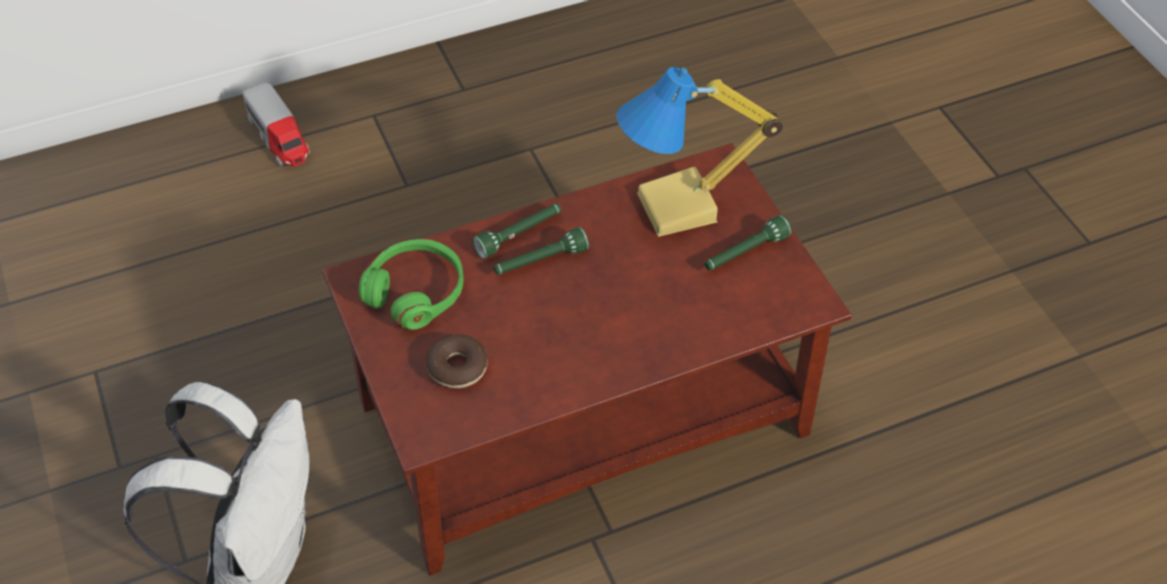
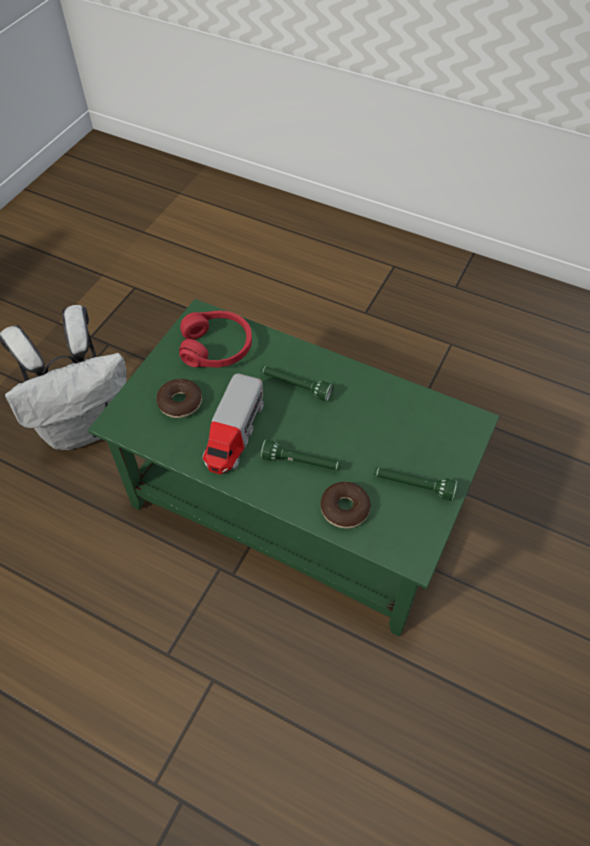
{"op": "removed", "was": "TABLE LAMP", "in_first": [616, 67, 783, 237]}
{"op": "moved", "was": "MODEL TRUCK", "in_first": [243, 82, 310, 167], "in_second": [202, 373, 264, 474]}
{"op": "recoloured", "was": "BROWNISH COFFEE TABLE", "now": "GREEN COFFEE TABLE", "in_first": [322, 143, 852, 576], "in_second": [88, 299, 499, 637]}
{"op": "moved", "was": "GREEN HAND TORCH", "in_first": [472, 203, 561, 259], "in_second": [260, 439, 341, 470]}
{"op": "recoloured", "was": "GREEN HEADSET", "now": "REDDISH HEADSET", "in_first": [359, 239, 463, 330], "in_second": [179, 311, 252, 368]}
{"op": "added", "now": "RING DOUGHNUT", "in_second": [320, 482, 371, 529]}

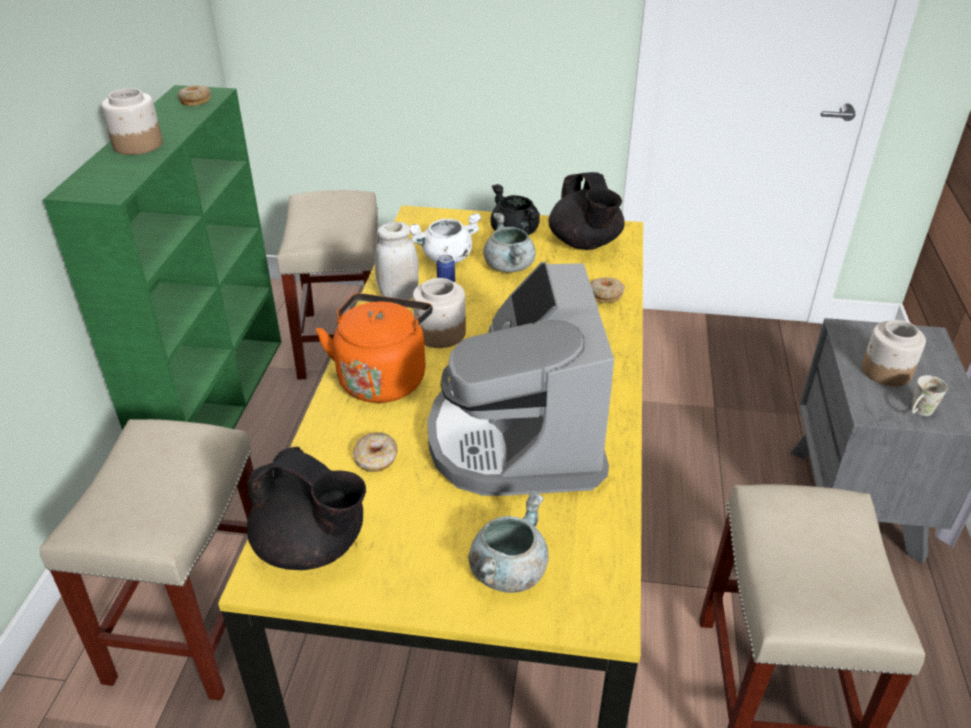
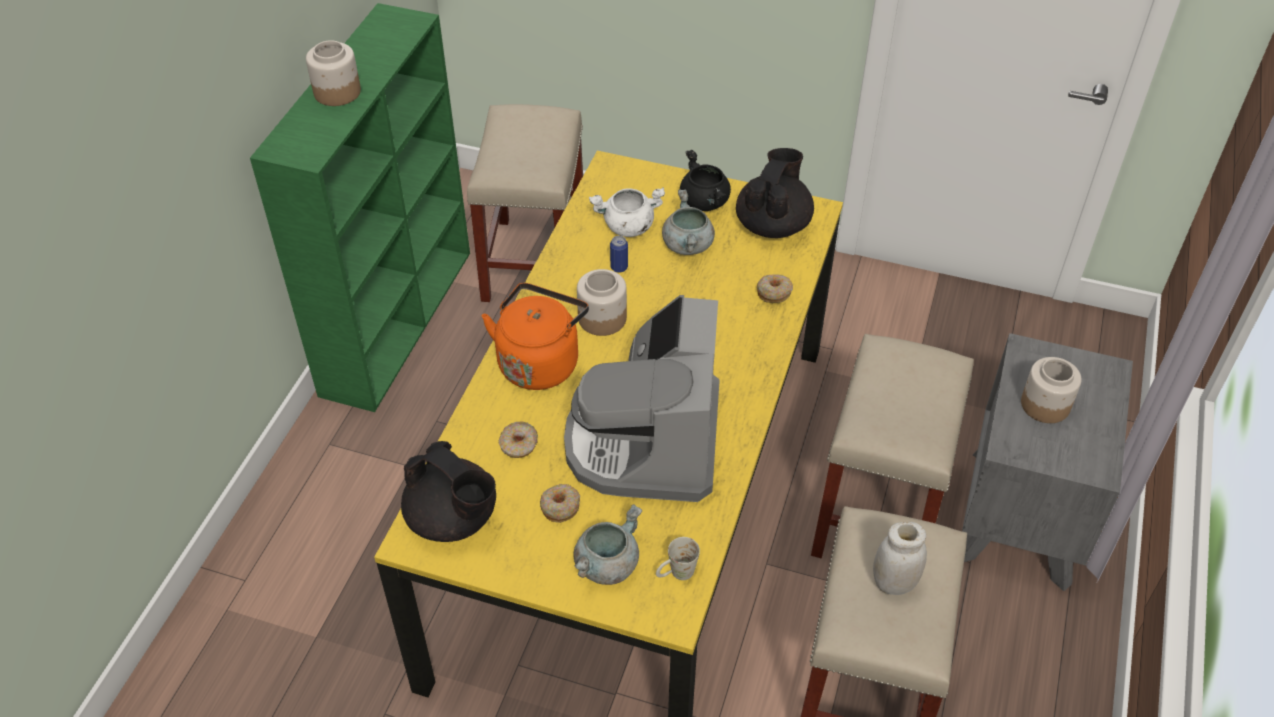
{"op": "moved", "was": "RING DOUGHNUT", "in_first": [178, 85, 211, 106], "in_second": [540, 484, 580, 523]}
{"op": "turned", "was": "BLACK-COLOURED TEA POT", "in_first": [549, 172, 625, 250], "in_second": [736, 148, 814, 238], "clockwise": -150}
{"op": "moved", "was": "WHITE JAR", "in_first": [375, 222, 419, 300], "in_second": [873, 522, 927, 595]}
{"op": "moved", "was": "WHITE MUG", "in_first": [911, 375, 948, 416], "in_second": [656, 537, 700, 580]}
{"op": "moved", "was": "SAND-COLOURED STOOL", "in_first": [40, 419, 253, 701], "in_second": [811, 334, 974, 558]}

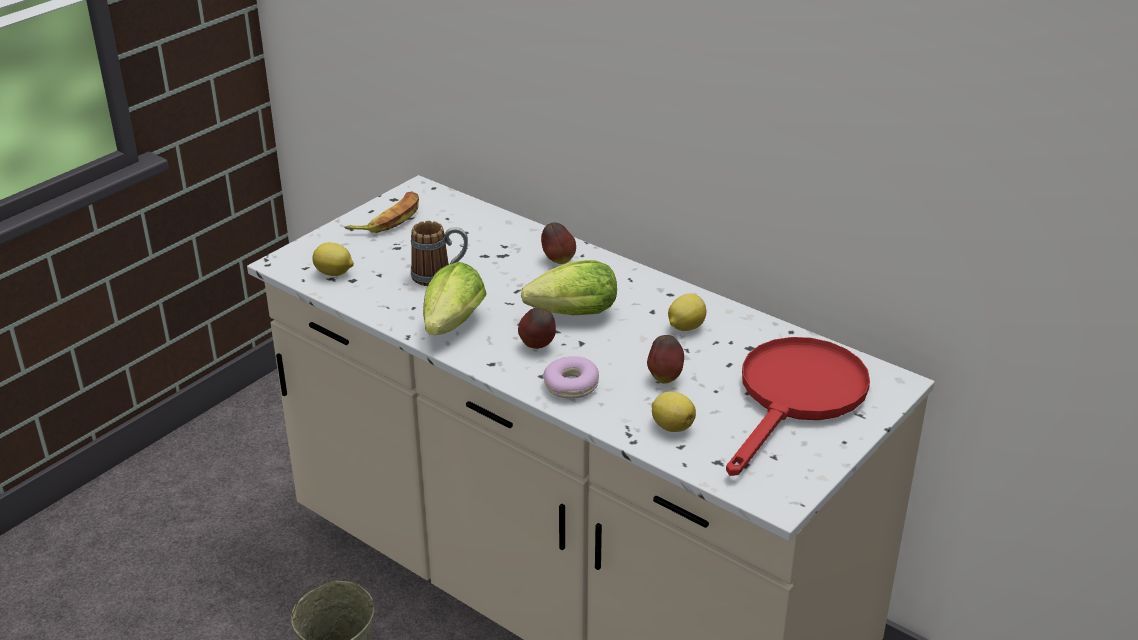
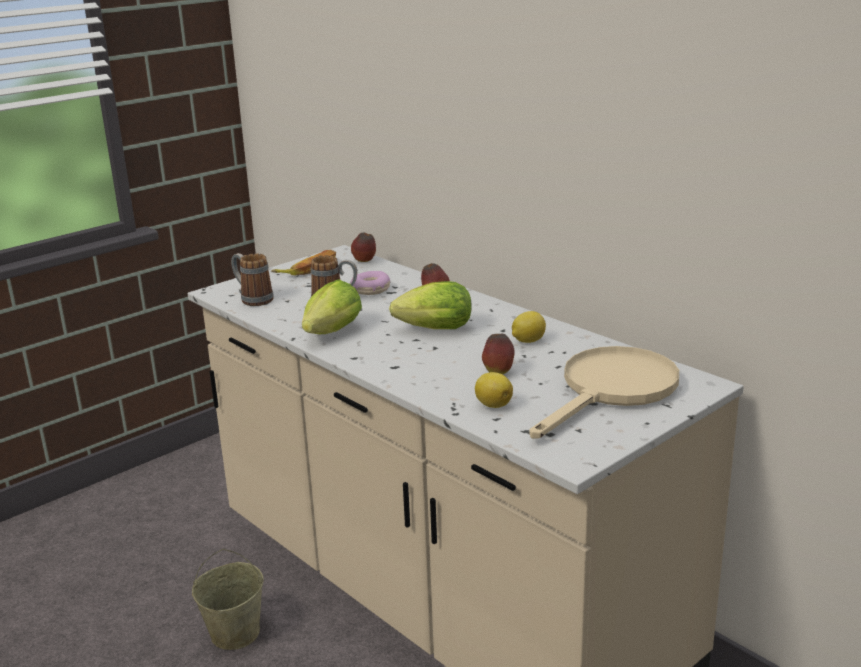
{"op": "replaced", "was": "LEMON", "now": "MUG", "in_first": [313, 242, 354, 276], "in_second": [231, 253, 274, 306]}
{"op": "moved", "was": "APPLE", "in_first": [518, 308, 556, 349], "in_second": [351, 232, 376, 262]}
{"op": "recoloured", "was": "REDDISH SKILLET", "now": "SAND-COLOURED SKILLET", "in_first": [726, 337, 870, 476], "in_second": [529, 346, 679, 439]}
{"op": "moved", "was": "RING DOUGHNUT", "in_first": [543, 356, 599, 399], "in_second": [350, 271, 390, 295]}

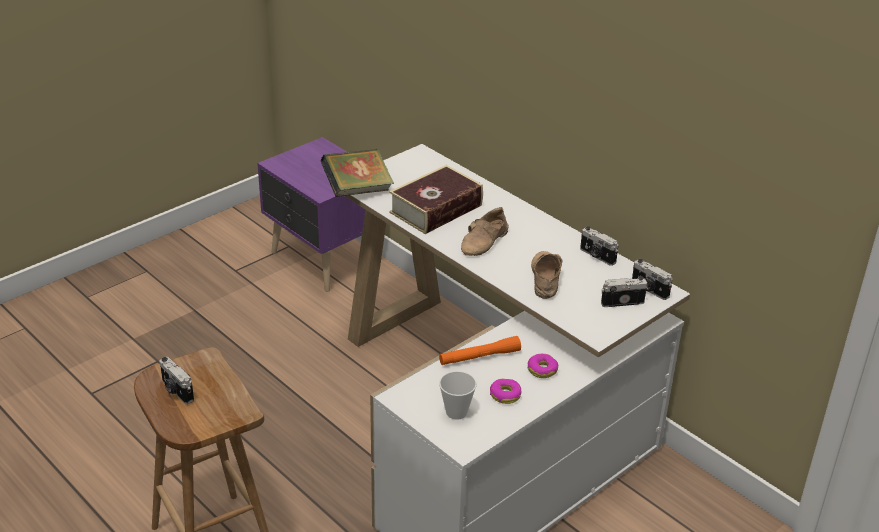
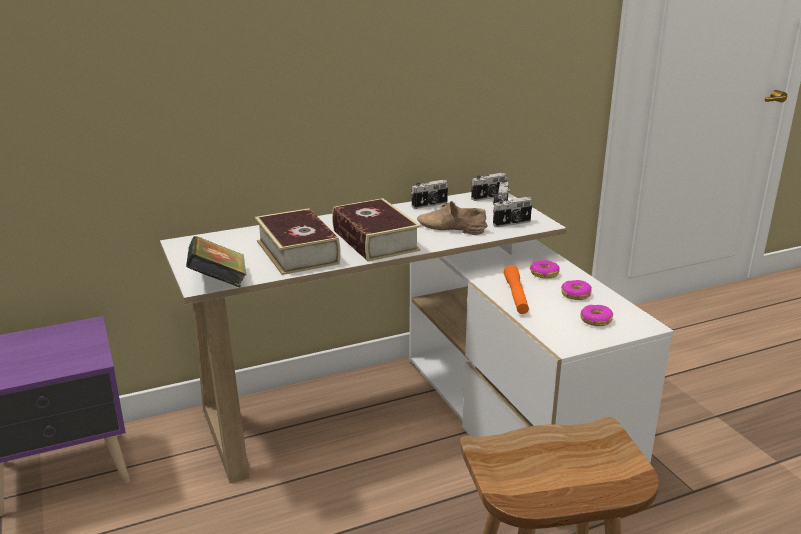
{"op": "replaced", "was": "SAND-COLOURED SHOE", "now": "BOUND BOOK", "in_first": [461, 207, 509, 256], "in_second": [332, 198, 421, 262]}
{"op": "moved", "was": "PHOTO CAMERA", "in_first": [159, 357, 194, 404], "in_second": [493, 197, 533, 227]}
{"op": "replaced", "was": "DRINKING CUP", "now": "RING DOUGHNUT", "in_first": [439, 371, 477, 420], "in_second": [580, 305, 613, 326]}

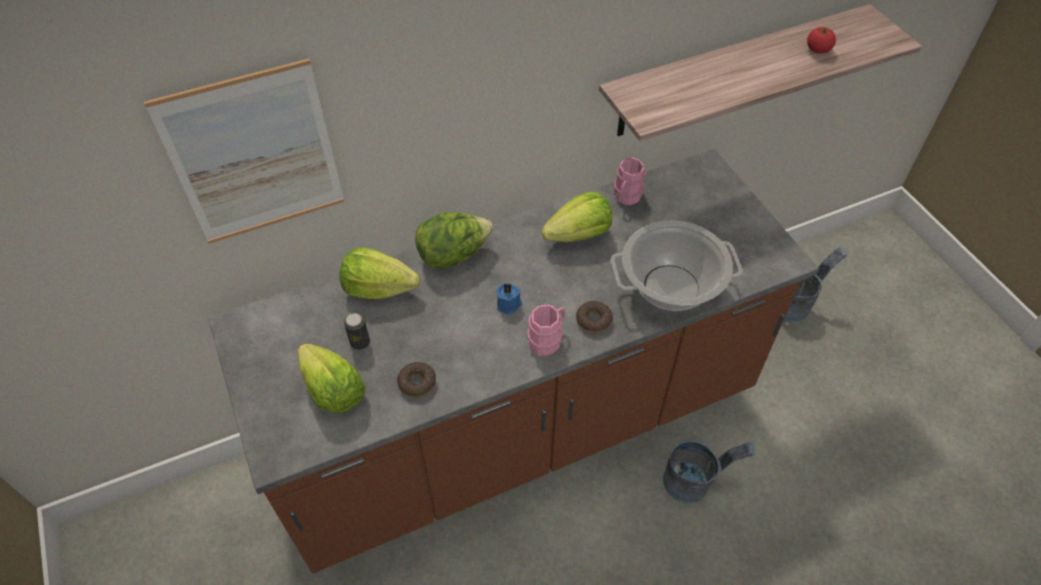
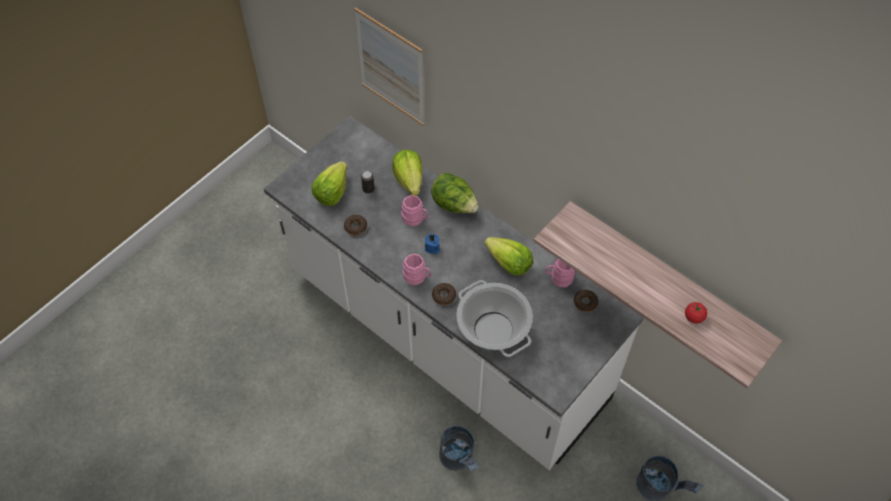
{"op": "recoloured", "was": "BROWNISH KITCHEN BASE UNIT", "now": "WHITE KITCHEN BASE UNIT", "in_first": [208, 149, 819, 574], "in_second": [264, 116, 643, 470]}
{"op": "added", "now": "PINK-COLOURED MUG", "in_second": [401, 195, 429, 226]}
{"op": "added", "now": "RING DOUGHNUT", "in_second": [574, 290, 598, 312]}

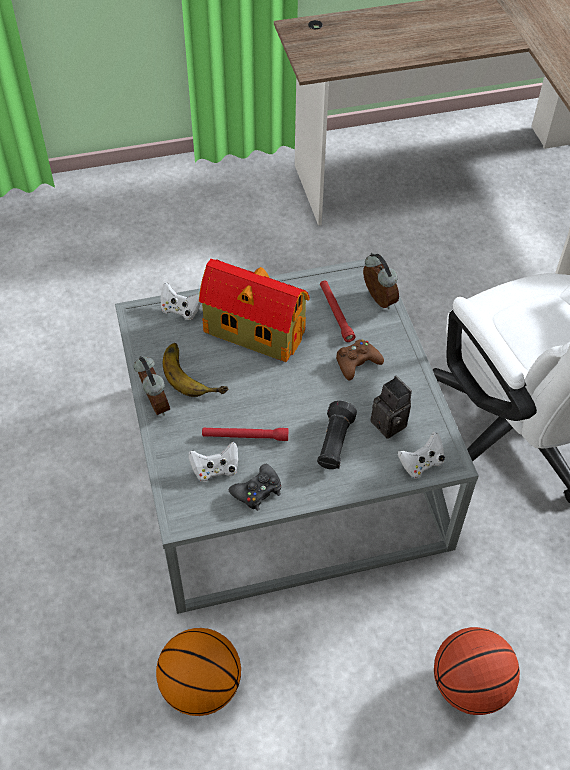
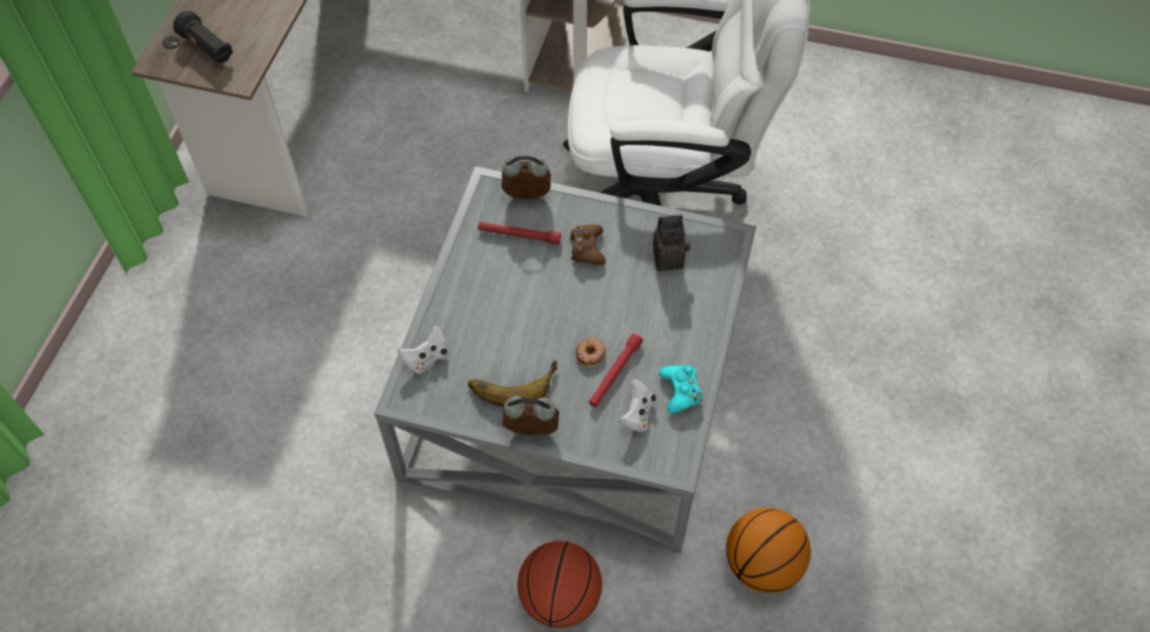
{"op": "removed", "was": "MINIATURE HOUSE", "in_first": [199, 259, 310, 362]}
{"op": "moved", "was": "BLACK-COLOURED HAND TORCH", "in_first": [317, 400, 357, 469], "in_second": [173, 10, 233, 63]}
{"op": "removed", "was": "WHITE JOYPAD", "in_first": [397, 432, 445, 478]}
{"op": "recoloured", "was": "BLACK-COLOURED JOYPAD", "now": "TURQUOISE-COLOURED JOYPAD", "in_first": [229, 464, 281, 511], "in_second": [659, 366, 702, 413]}
{"op": "moved", "was": "BASKETBALL", "in_first": [434, 627, 520, 715], "in_second": [517, 541, 602, 628]}
{"op": "added", "now": "RING DOUGHNUT", "in_second": [575, 338, 606, 367]}

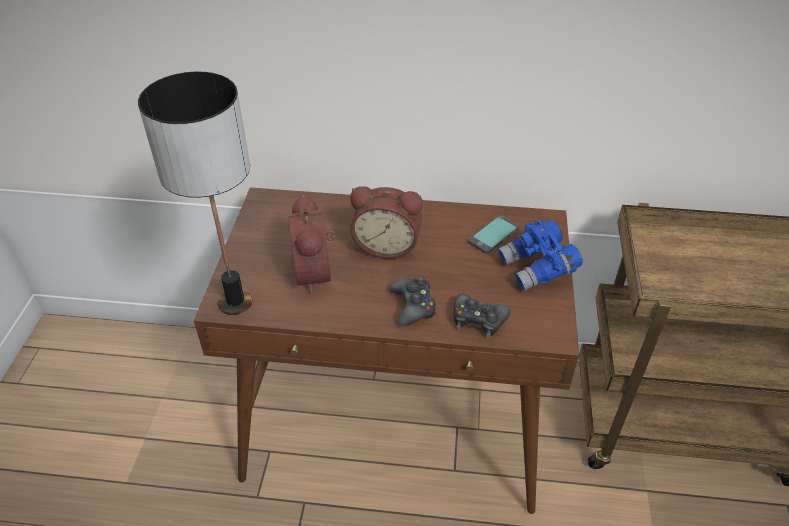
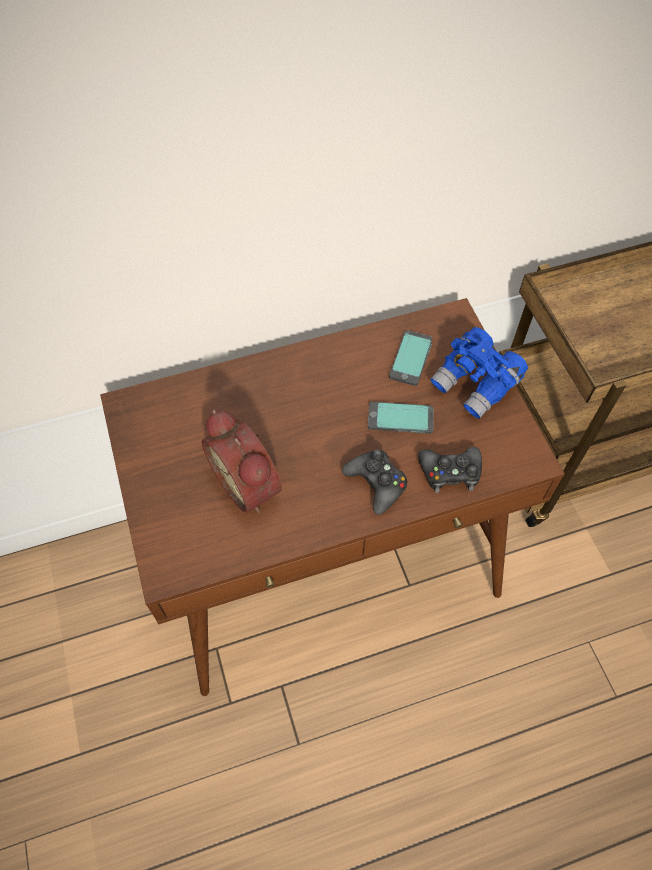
{"op": "removed", "was": "TABLE LAMP", "in_first": [138, 72, 252, 315]}
{"op": "removed", "was": "TABLE CLOCK", "in_first": [350, 186, 423, 259]}
{"op": "added", "now": "HANDSET", "in_second": [368, 402, 433, 434]}

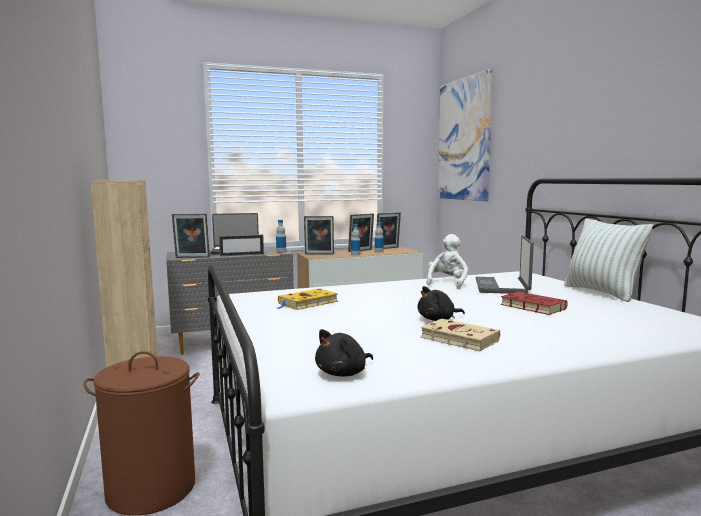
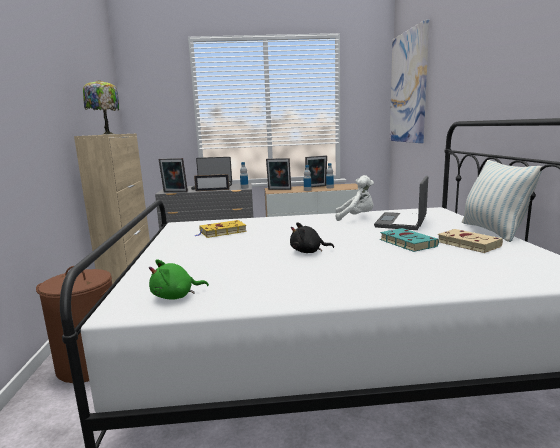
{"op": "removed", "was": "PHOTO FRAME", "in_first": [376, 212, 401, 249]}
{"op": "turned", "was": "WHITE SOFT TOY", "in_first": [426, 234, 468, 289], "in_second": [335, 175, 374, 221], "clockwise": 60}
{"op": "recoloured", "was": "REDDISH BOUND BOOK", "now": "TURQUOISE-COLOURED BOUND BOOK", "in_first": [501, 292, 568, 315], "in_second": [380, 228, 439, 252]}
{"op": "moved", "was": "SAND-COLOURED BOUND BOOK", "in_first": [420, 319, 500, 351], "in_second": [437, 229, 503, 253]}
{"op": "recoloured", "was": "BLACK-COLOURED SOFT TOY", "now": "GREEN SOFT TOY", "in_first": [315, 329, 373, 376], "in_second": [149, 259, 209, 300]}
{"op": "added", "now": "TABLE LAMP", "in_second": [83, 80, 119, 135]}

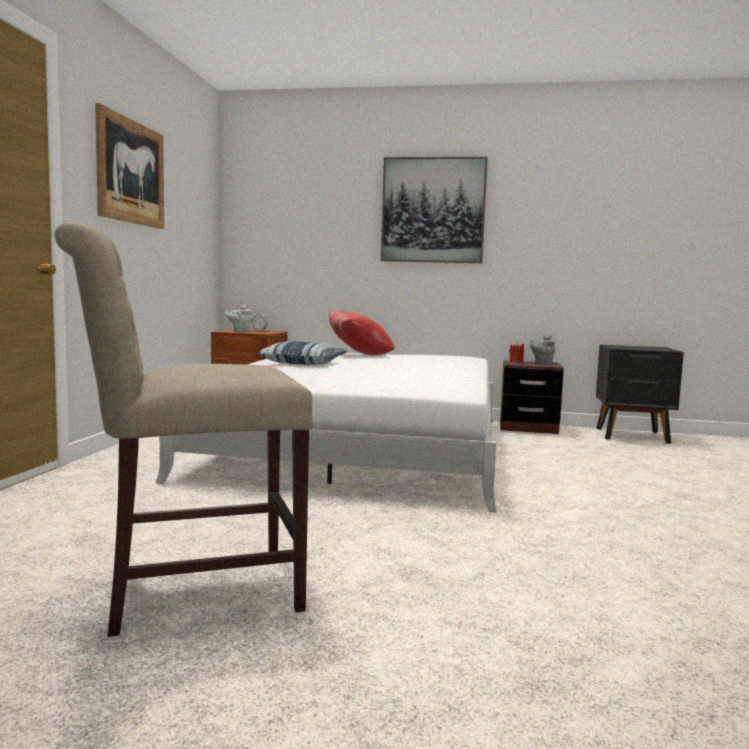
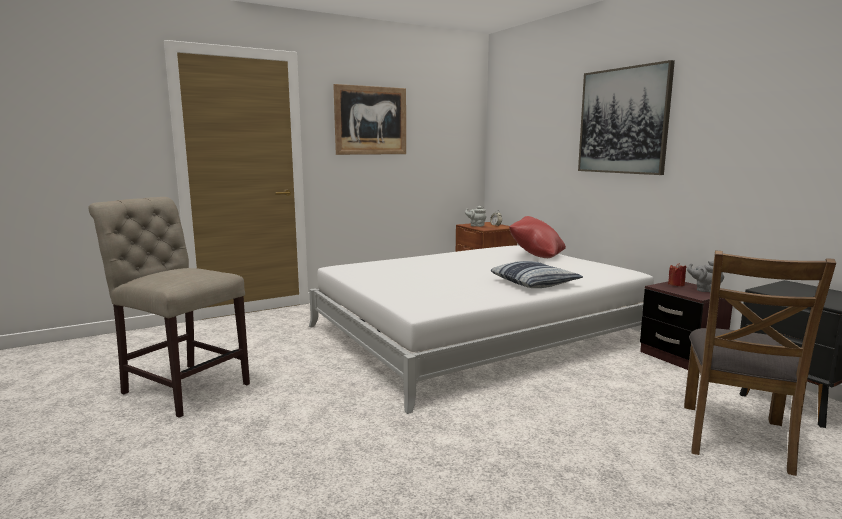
{"op": "moved", "was": "PILLOW", "in_first": [258, 341, 347, 365], "in_second": [491, 261, 583, 288]}
{"op": "added", "now": "BROWNISH CHAIR", "in_second": [684, 251, 836, 476]}

